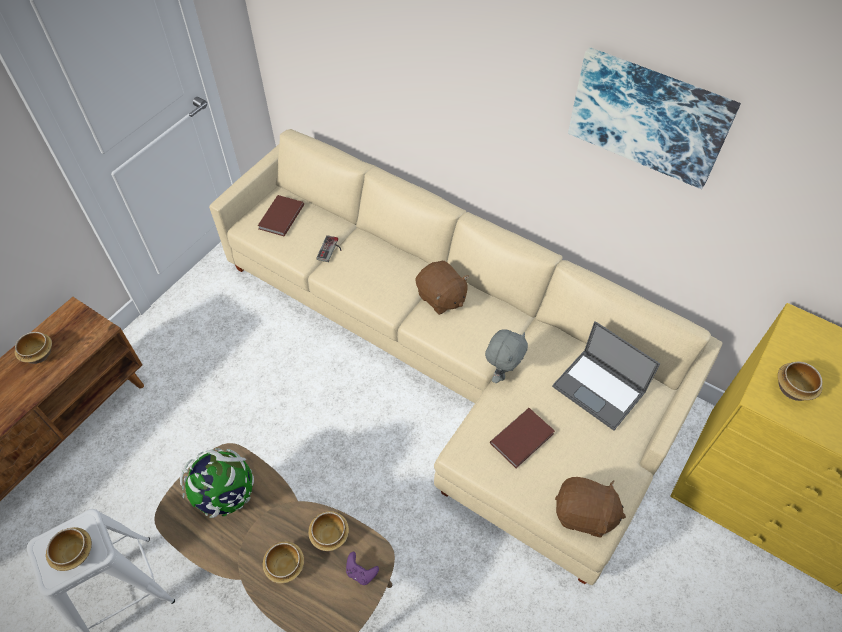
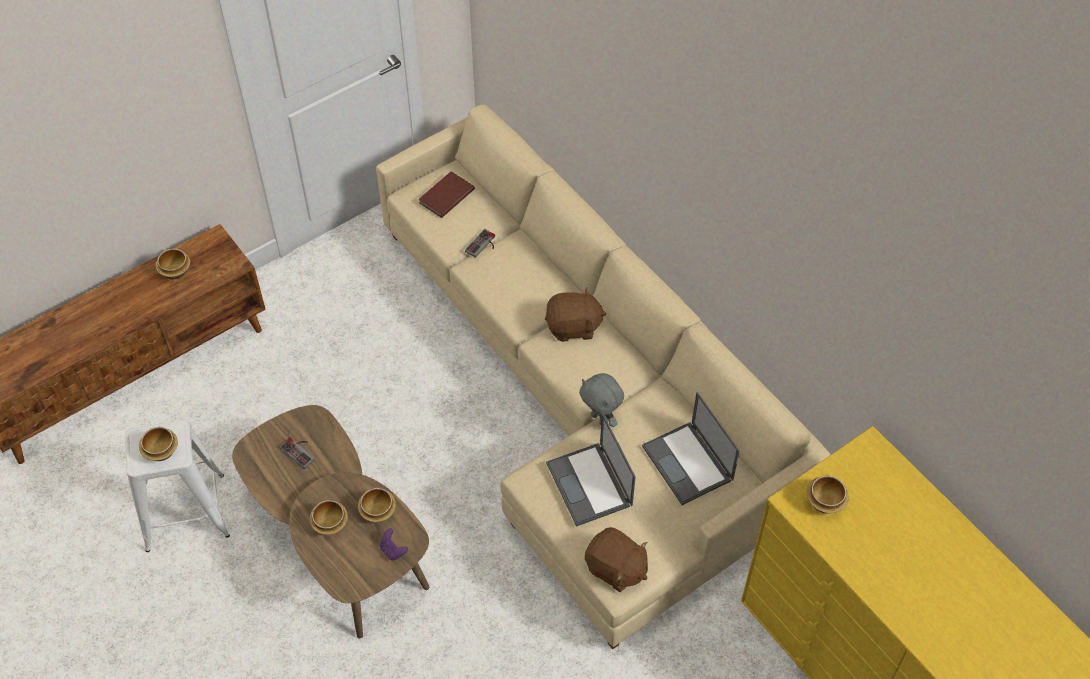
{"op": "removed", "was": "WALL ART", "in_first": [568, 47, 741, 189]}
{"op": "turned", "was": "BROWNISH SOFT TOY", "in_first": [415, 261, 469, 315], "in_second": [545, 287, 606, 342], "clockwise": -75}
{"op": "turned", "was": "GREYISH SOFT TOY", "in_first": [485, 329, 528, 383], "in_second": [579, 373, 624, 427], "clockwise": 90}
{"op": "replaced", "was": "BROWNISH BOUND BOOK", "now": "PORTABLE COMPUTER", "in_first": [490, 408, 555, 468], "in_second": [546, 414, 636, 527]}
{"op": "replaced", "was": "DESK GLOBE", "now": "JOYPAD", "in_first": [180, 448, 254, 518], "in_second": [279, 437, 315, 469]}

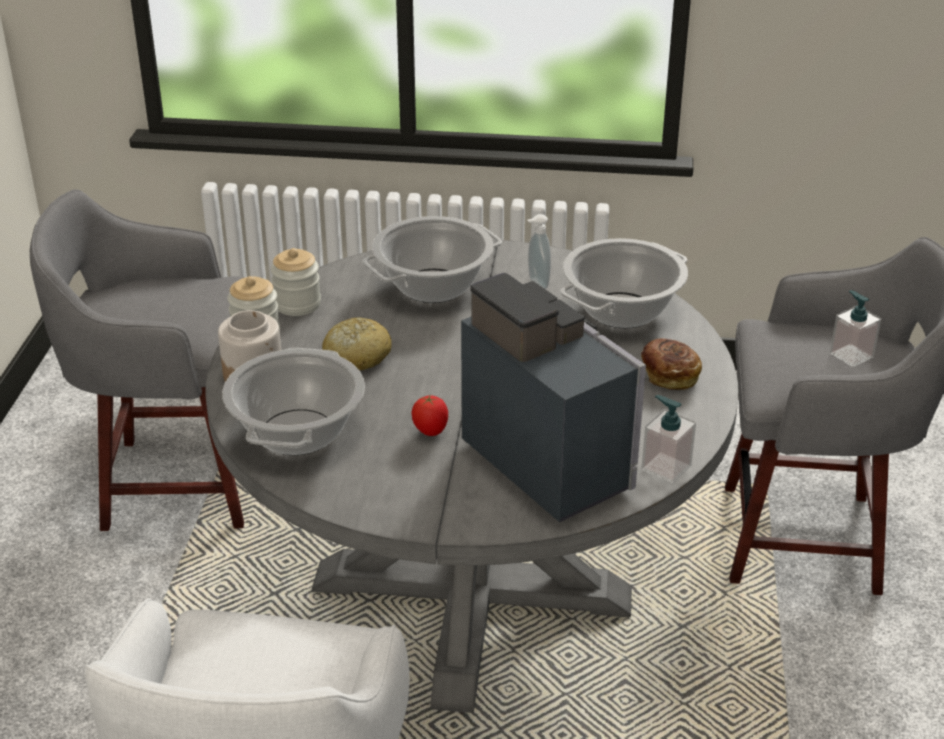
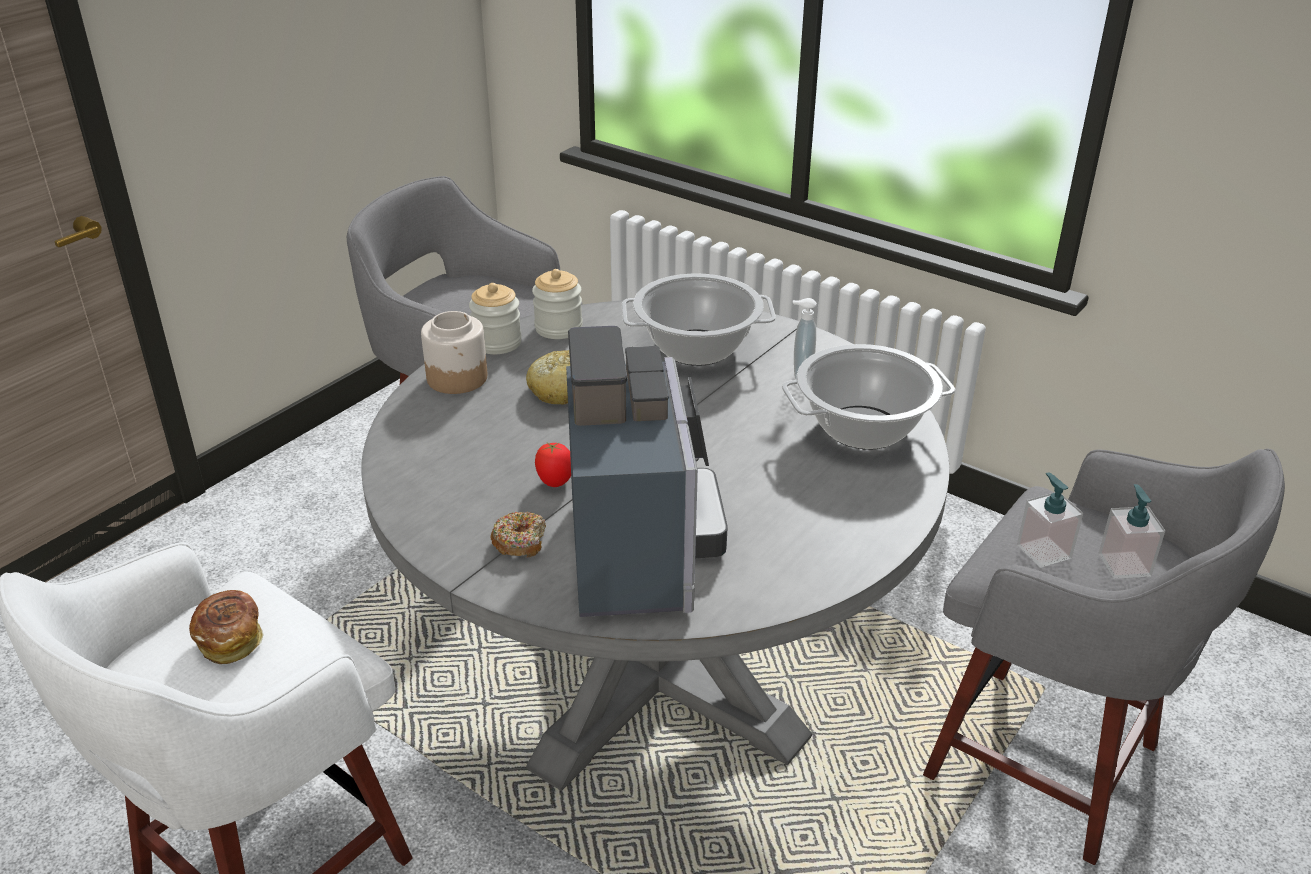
{"op": "moved", "was": "BAKED BREAD", "in_first": [641, 339, 702, 390], "in_second": [189, 590, 264, 664]}
{"op": "removed", "was": "COOKING POT", "in_first": [222, 348, 365, 455]}
{"op": "moved", "was": "SOAP DISPENSER", "in_first": [641, 395, 696, 484], "in_second": [1017, 472, 1083, 568]}
{"op": "added", "now": "RING DOUGHNUT", "in_second": [490, 512, 546, 557]}

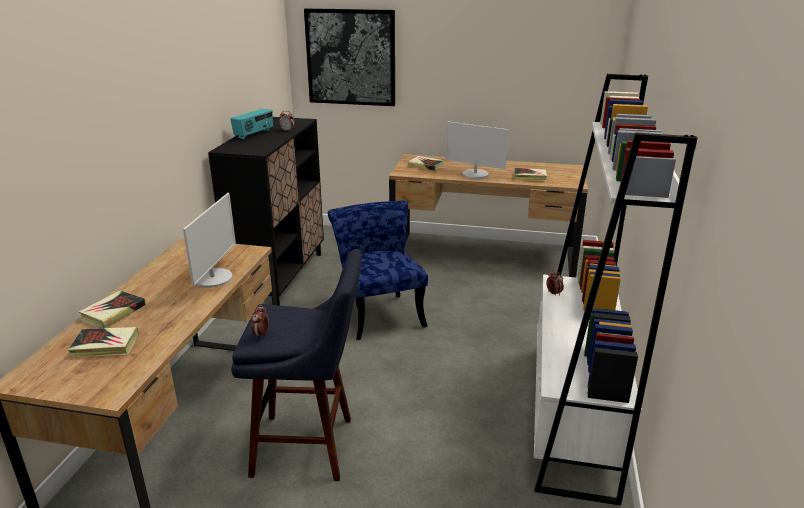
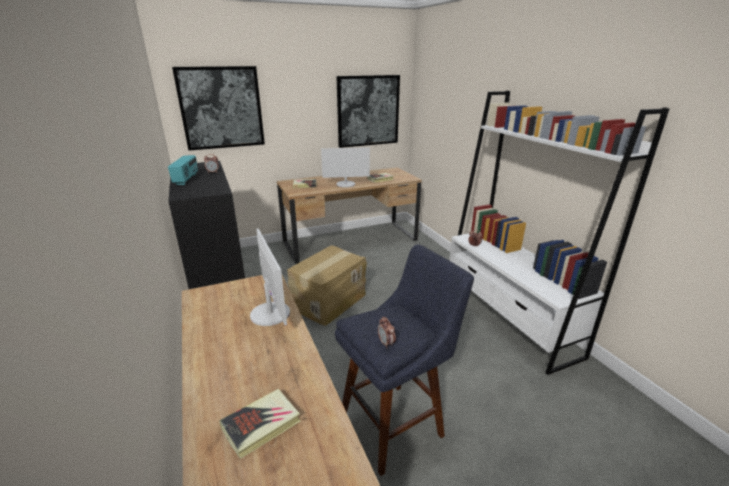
{"op": "replaced", "was": "BLUISH CHAIR", "now": "PACKING BOX", "in_first": [328, 201, 428, 340], "in_second": [287, 245, 367, 326]}
{"op": "removed", "was": "BOUND BOOK", "in_first": [79, 290, 145, 328]}
{"op": "added", "now": "WALL ART", "in_second": [336, 75, 400, 148]}

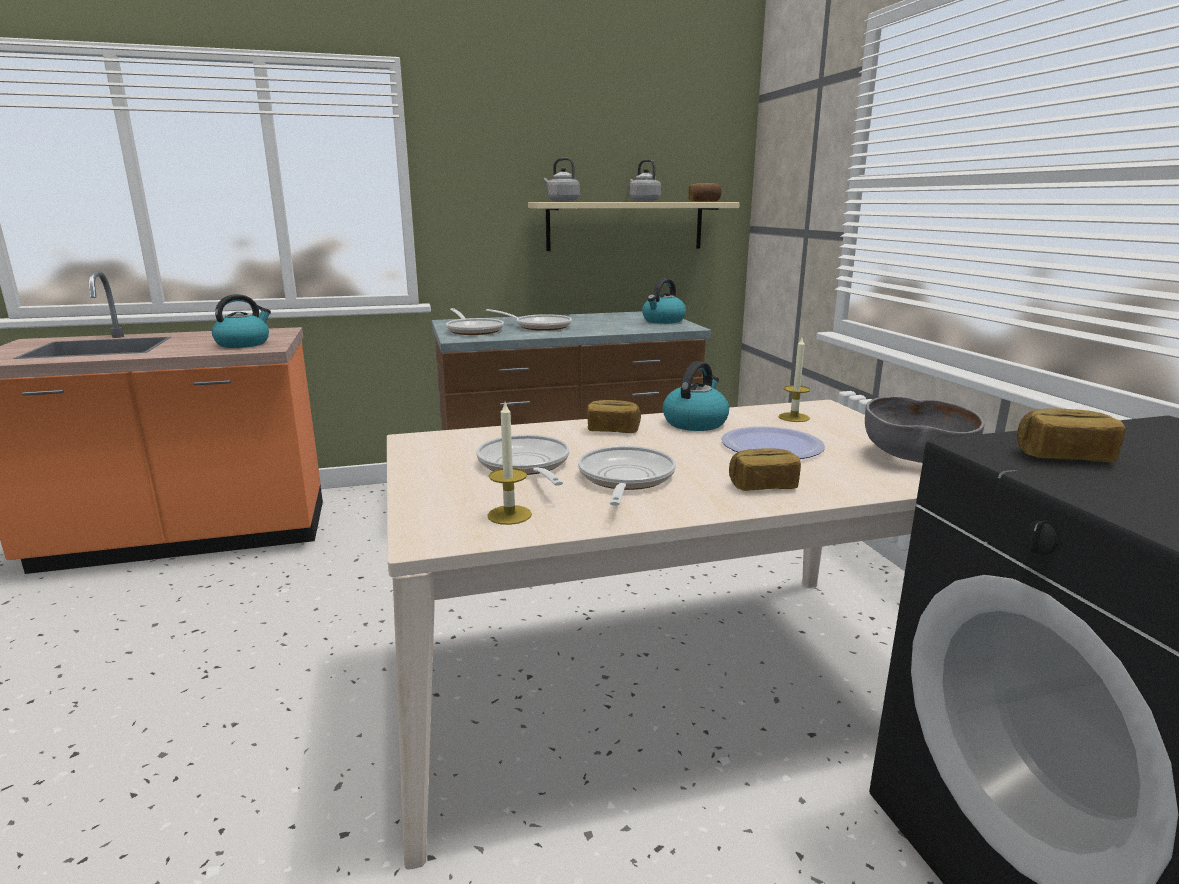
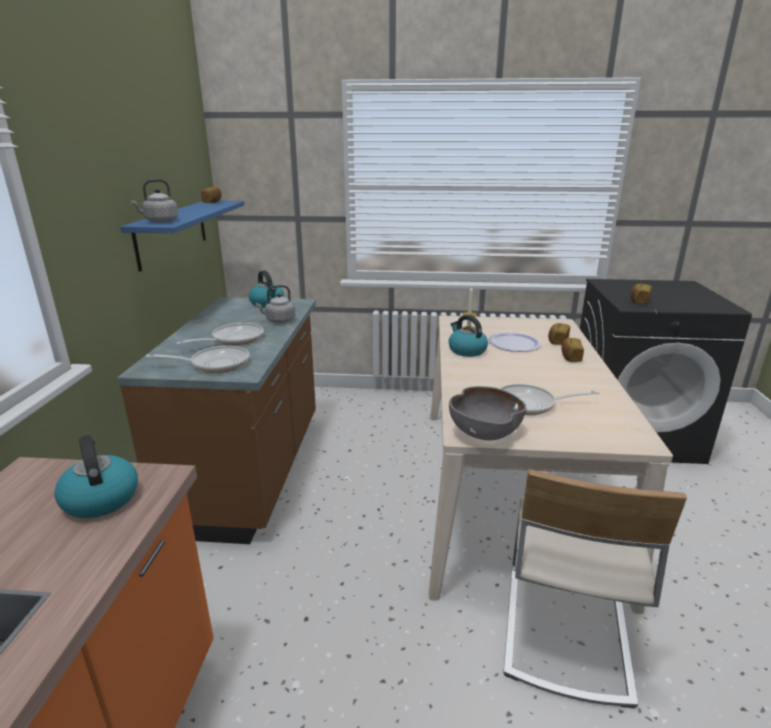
{"op": "moved", "was": "GREYISH WATER KETTLE", "in_first": [629, 159, 661, 202], "in_second": [256, 285, 295, 323]}
{"op": "recoloured", "was": "SAND-COLOURED BRACKET SHELF", "now": "BLUISH BRACKET SHELF", "in_first": [528, 202, 740, 251], "in_second": [120, 201, 245, 272]}
{"op": "moved", "was": "GREYISH SERVING BOWL", "in_first": [865, 396, 985, 463], "in_second": [449, 386, 526, 441]}
{"op": "moved", "was": "BAKED BREAD", "in_first": [587, 400, 641, 433], "in_second": [548, 323, 570, 345]}
{"op": "removed", "was": "WAX CANDLE", "in_first": [487, 403, 532, 525]}
{"op": "removed", "was": "SKILLET", "in_first": [578, 446, 676, 506]}
{"op": "added", "now": "SAND-COLOURED CHAIR", "in_second": [503, 469, 687, 708]}

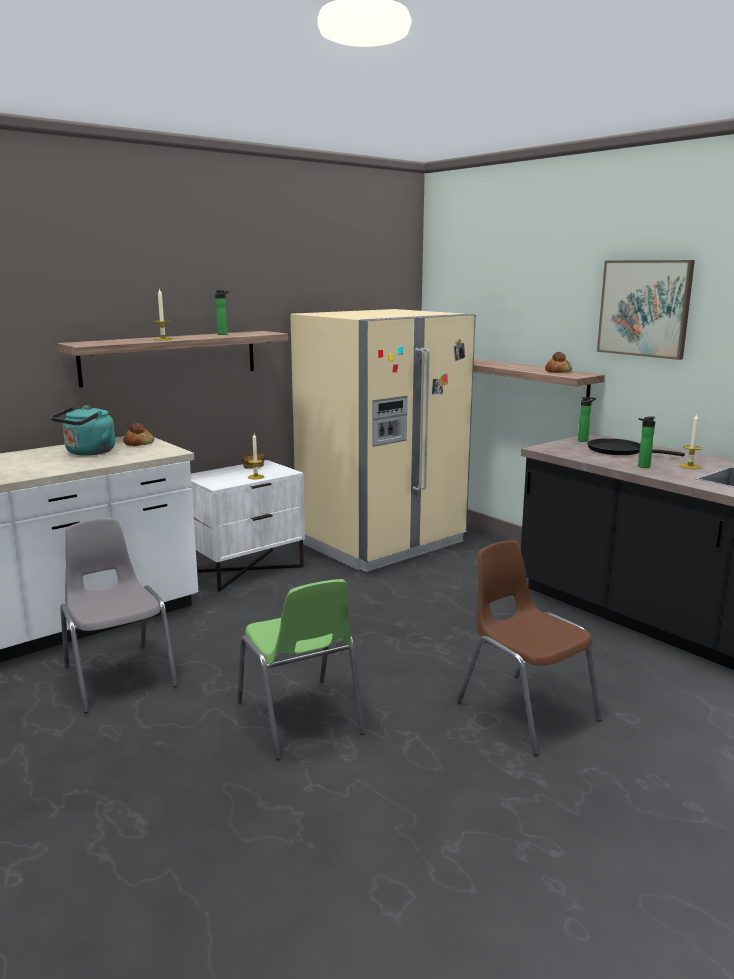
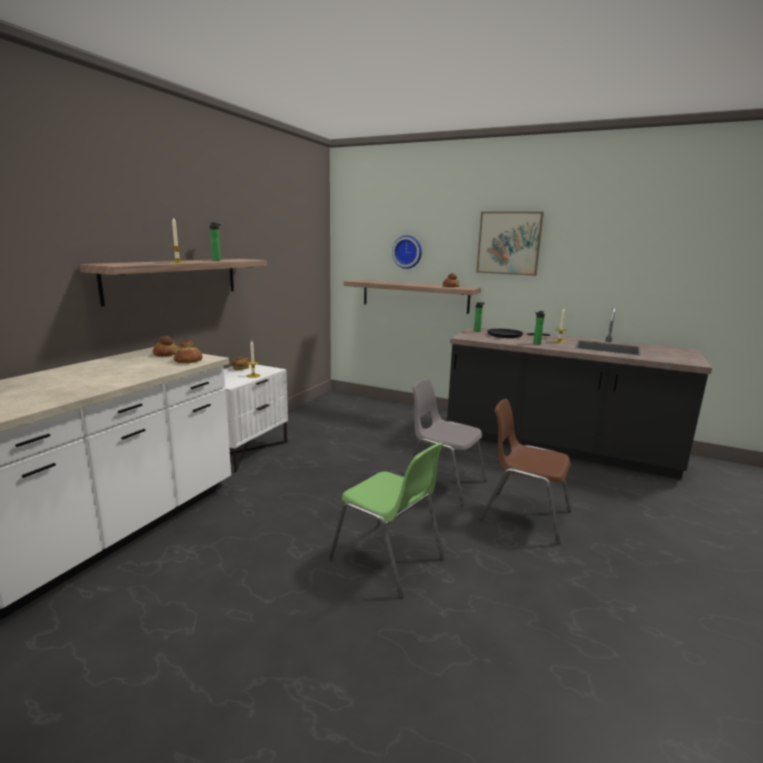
{"op": "removed", "was": "SAND-COLOURED FRIDGE", "in_first": [290, 309, 476, 572]}
{"op": "removed", "was": "TURQUOISE-COLOURED WATER KETTLE", "in_first": [51, 406, 115, 456]}
{"op": "moved", "was": "GREYISH CHAIR", "in_first": [60, 518, 178, 713], "in_second": [409, 379, 487, 506]}
{"op": "added", "now": "WALL CLOCK", "in_second": [392, 235, 422, 269]}
{"op": "added", "now": "BAKED BREAD", "in_second": [174, 340, 202, 363]}

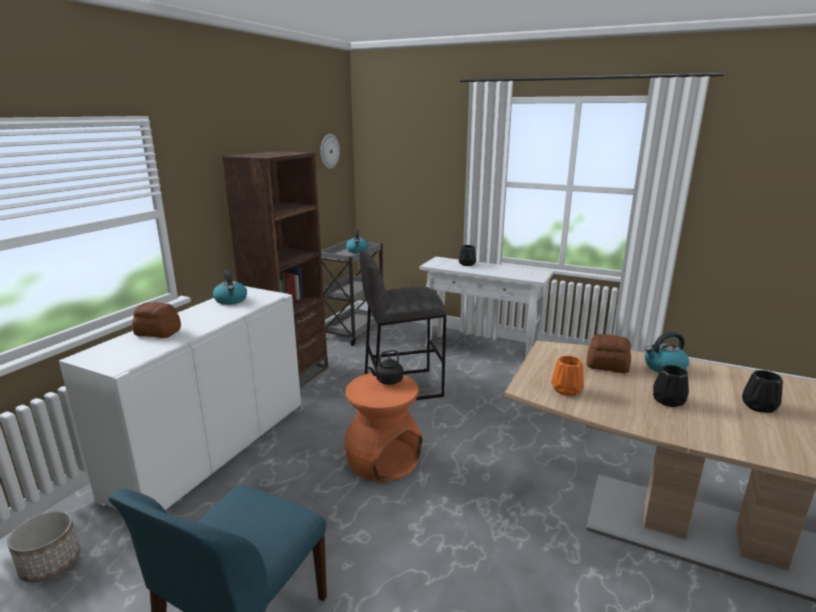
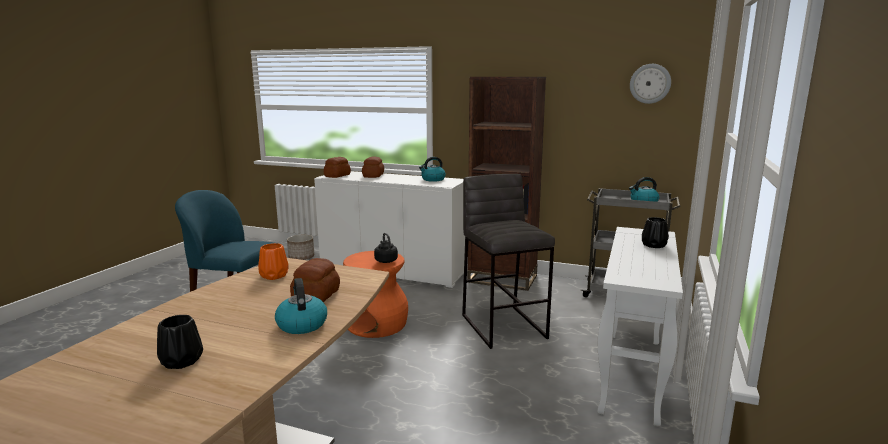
{"op": "removed", "was": "BLACK-COLOURED FLOWER VASE", "in_first": [653, 365, 689, 407]}
{"op": "added", "now": "BAKED BREAD", "in_second": [324, 157, 351, 178]}

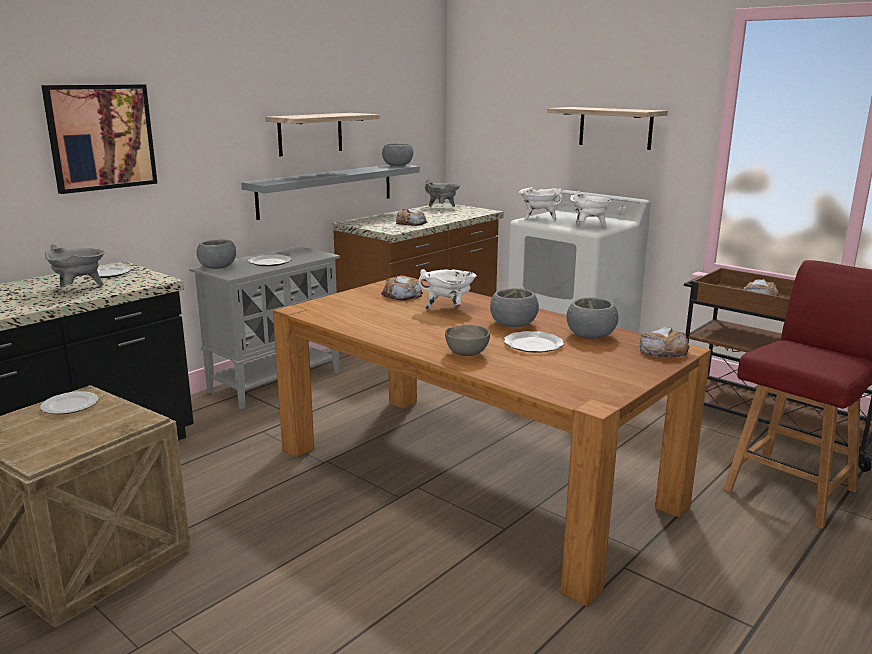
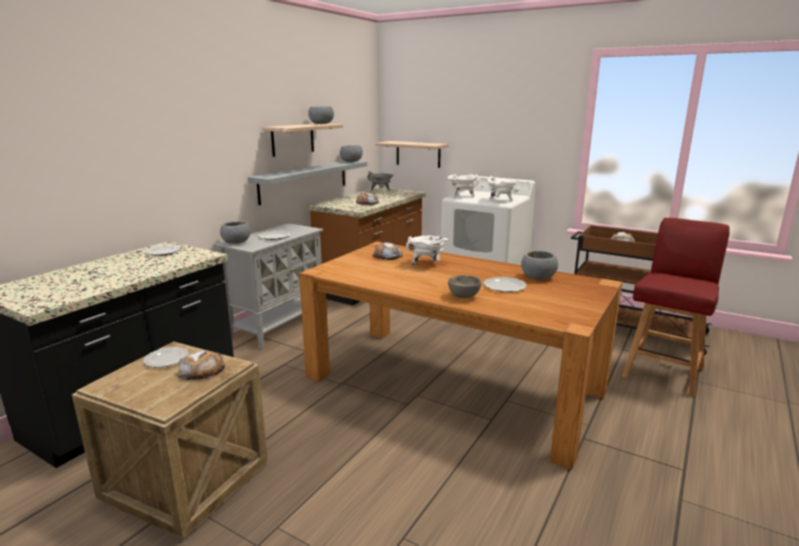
{"op": "removed", "was": "WALL ART", "in_first": [41, 84, 157, 194]}
{"op": "moved", "was": "BRACKET SHELF", "in_first": [547, 107, 668, 150], "in_second": [375, 141, 449, 168]}
{"op": "removed", "was": "GREYISH COOKING POT", "in_first": [45, 244, 105, 287]}
{"op": "moved", "was": "GREYISH SERVING BOWL", "in_first": [490, 288, 539, 327], "in_second": [308, 106, 334, 124]}
{"op": "moved", "was": "BAKED BREAD", "in_first": [640, 327, 690, 358], "in_second": [178, 350, 225, 380]}

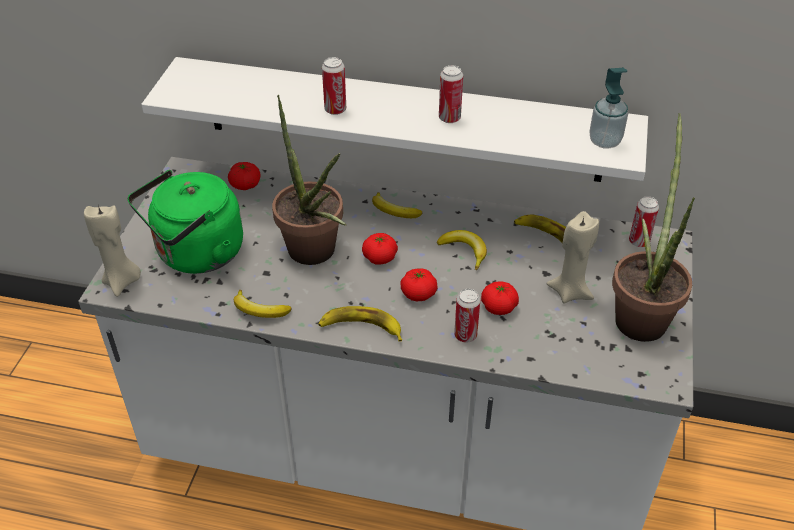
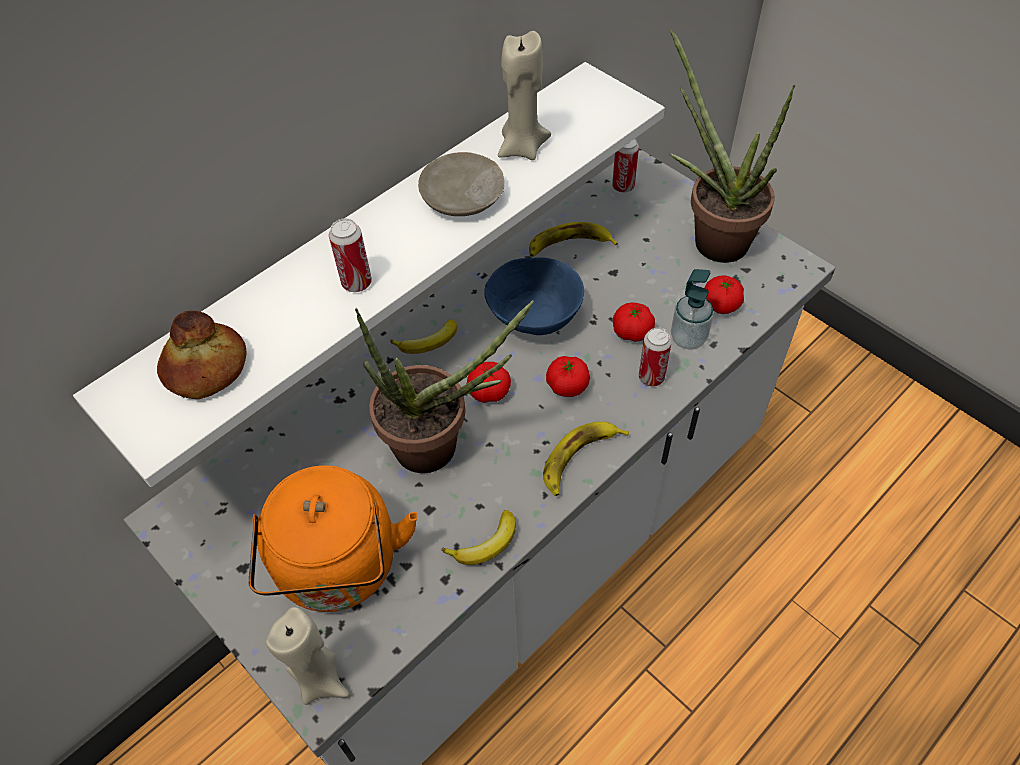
{"op": "replaced", "was": "SEALED CAN", "now": "SAND-COLOURED FLAT DISH", "in_first": [439, 65, 463, 123], "in_second": [418, 152, 504, 216]}
{"op": "moved", "was": "SOAP DISPENSER", "in_first": [590, 68, 628, 149], "in_second": [671, 269, 714, 350]}
{"op": "moved", "was": "WHOLE TOMATO", "in_first": [228, 162, 261, 190], "in_second": [704, 275, 744, 314]}
{"op": "recoloured", "was": "GREEN WATER KETTLE", "now": "ORANGEY WATER KETTLE", "in_first": [128, 170, 243, 274], "in_second": [249, 465, 418, 612]}
{"op": "moved", "was": "SAND-COLOURED WAX CANDLE", "in_first": [546, 211, 599, 304], "in_second": [498, 31, 551, 160]}
{"op": "replaced", "was": "WHOLE BANANA", "now": "BLUISH SERVING BOWL", "in_first": [437, 230, 487, 270], "in_second": [484, 257, 584, 335]}
{"op": "added", "now": "BAKED BREAD", "in_second": [157, 311, 246, 399]}

